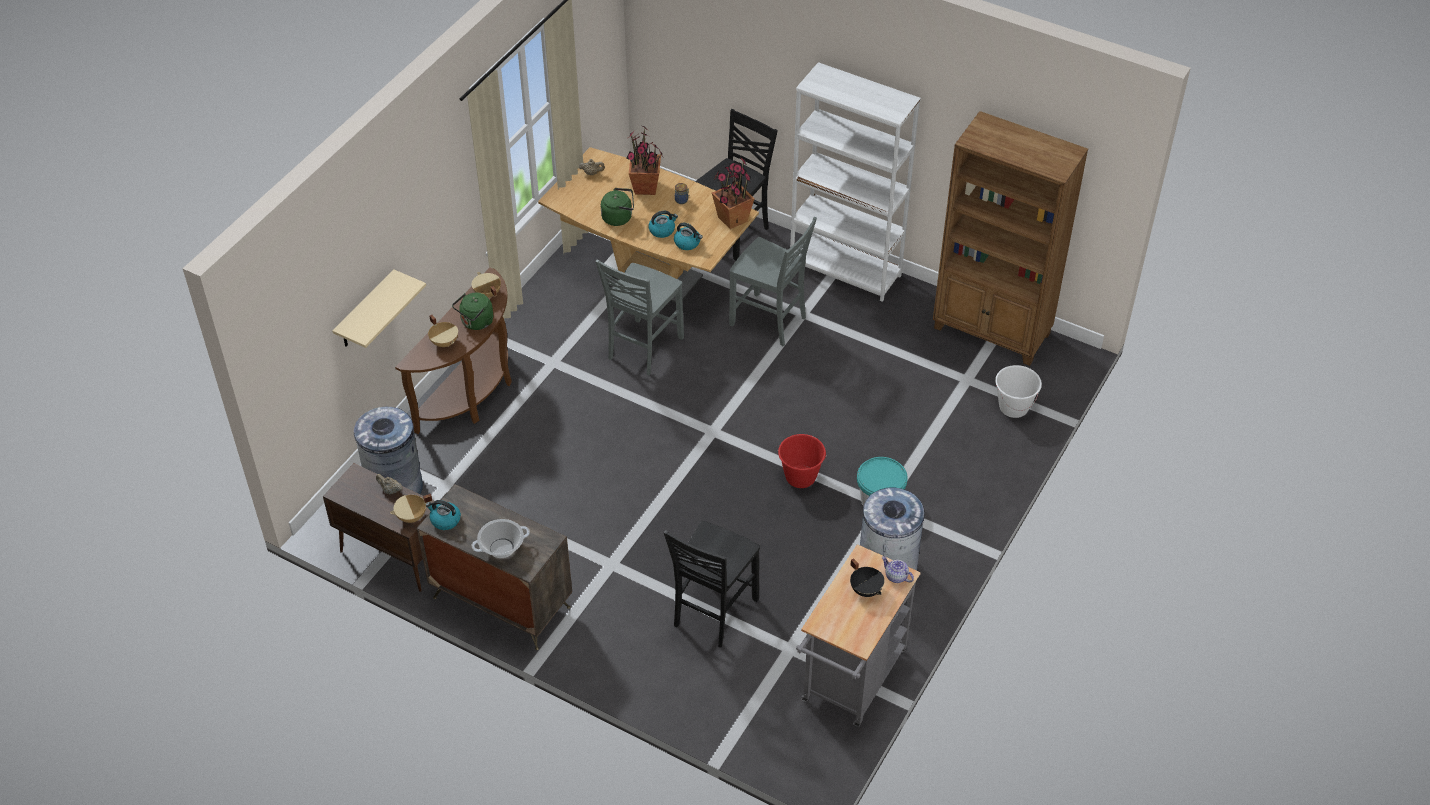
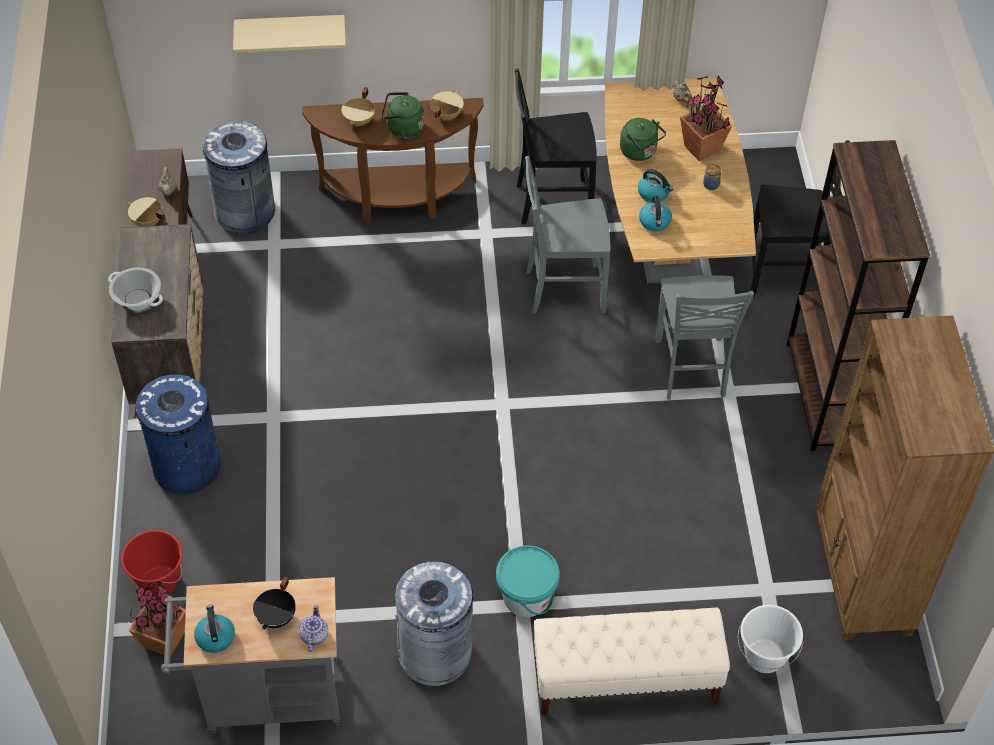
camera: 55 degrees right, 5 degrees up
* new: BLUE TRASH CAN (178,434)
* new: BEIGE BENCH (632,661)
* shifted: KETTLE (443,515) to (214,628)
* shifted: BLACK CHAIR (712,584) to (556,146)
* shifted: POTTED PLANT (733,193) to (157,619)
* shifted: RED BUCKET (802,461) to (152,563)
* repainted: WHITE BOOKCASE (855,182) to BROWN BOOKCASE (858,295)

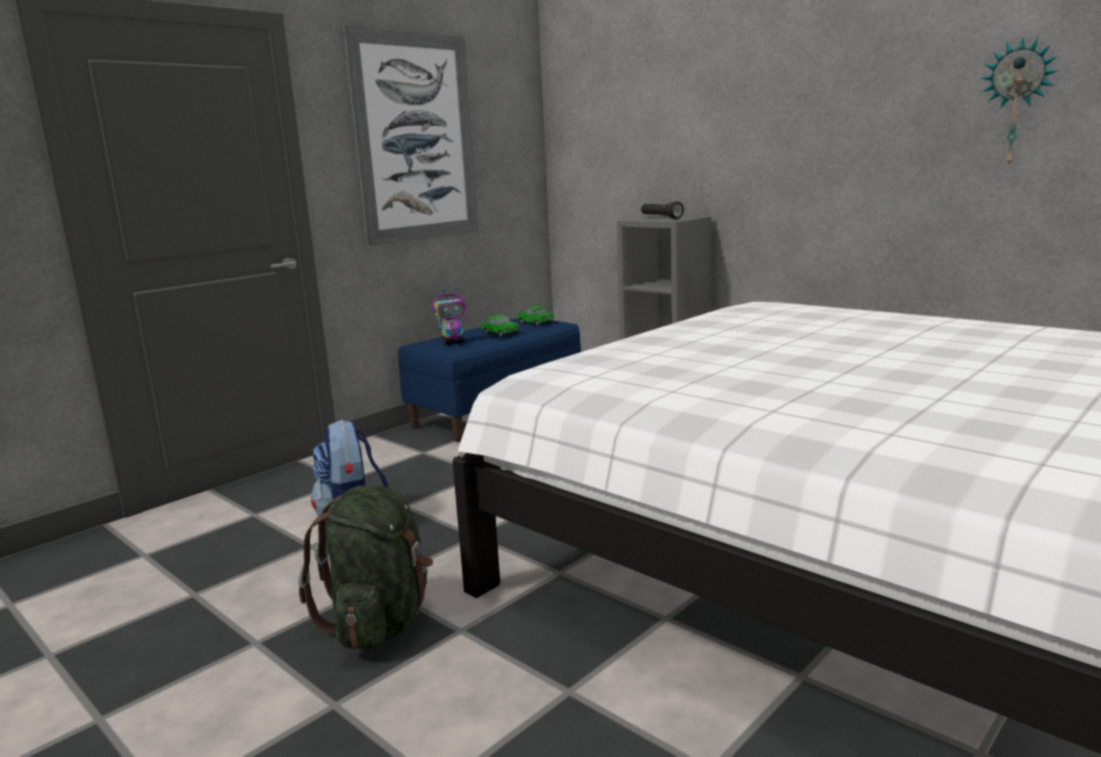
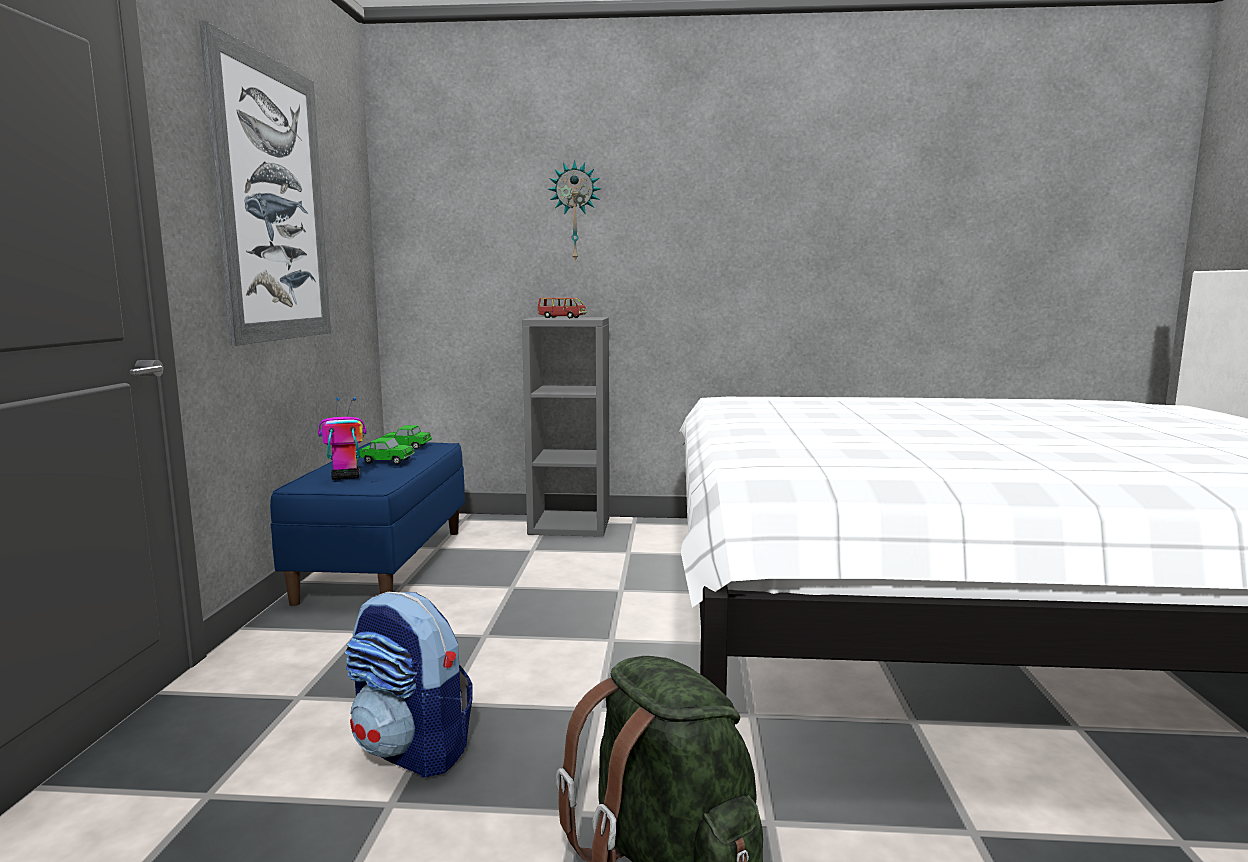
camera: 40 degrees left, 5 degrees down
* shifted: WALL CLOCK (1019,102) to (574,211)
* swapped: BLACK FLASHLIGHT (662,210) to RED TOY CAR (562,308)
* rotated: TOY ROBOT (449,316) = (342,438) 135 degrees counterclockwise

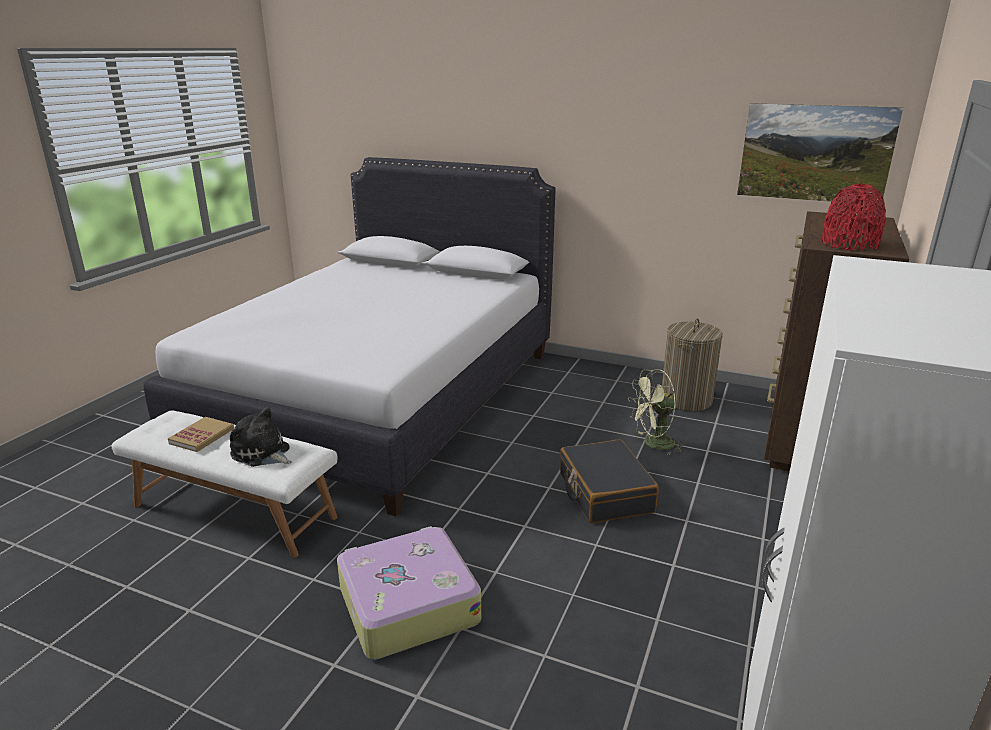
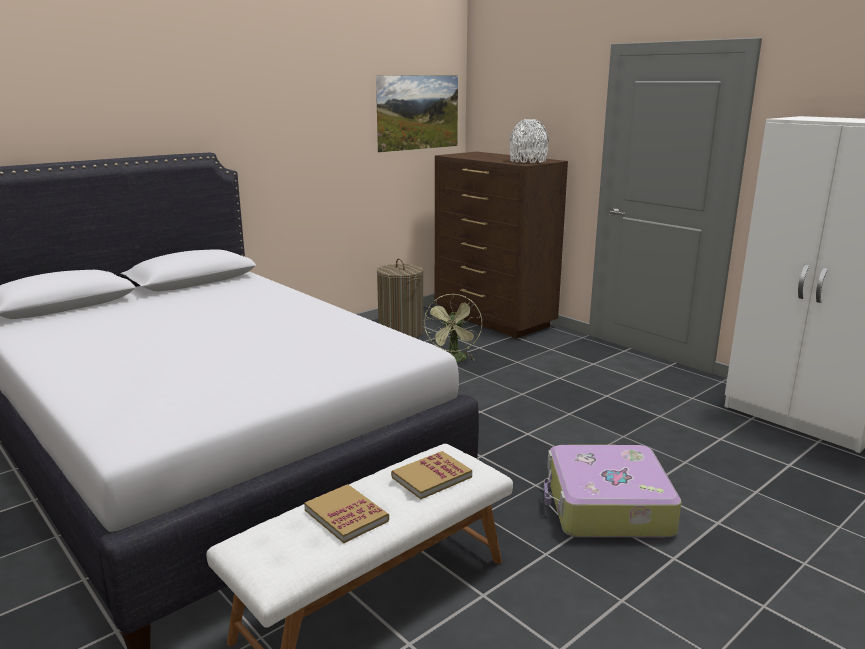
camera: 65 degrees left, 5 degrees down
* gone: BLACK SUITCASE (609,481)
* swapped: PLUSH TOY (261,437) to BOOK (431,475)
* repainted: RED VASE (854,217) to WHITE VASE (529,141)

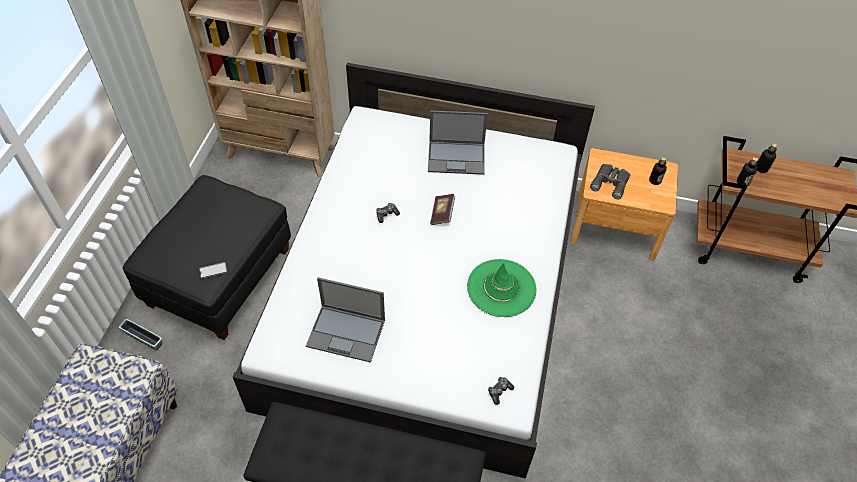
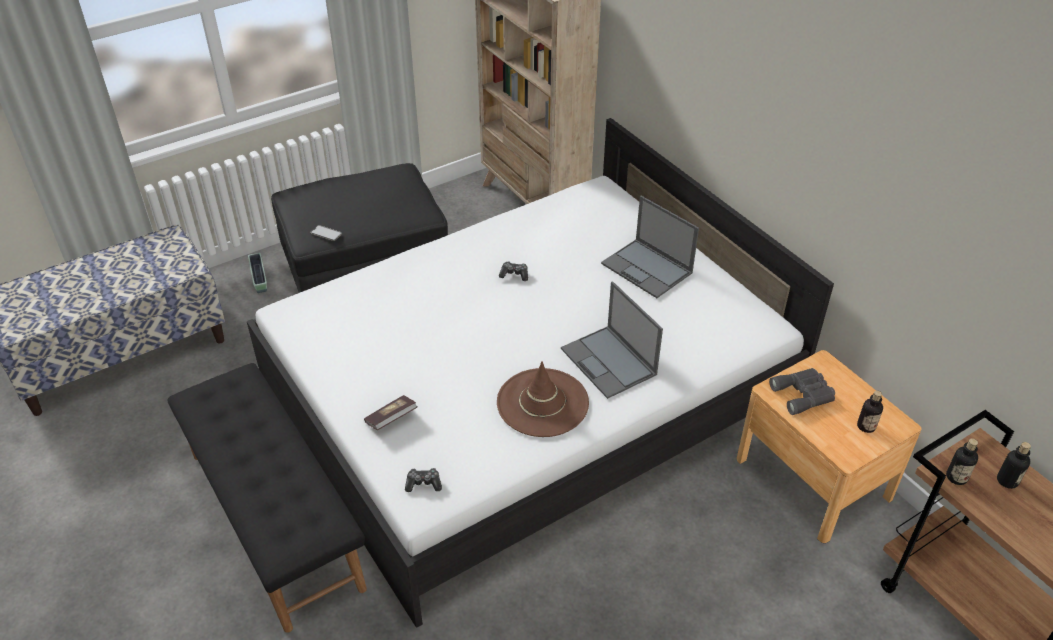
camera: 45 degrees right, 10 degrees down
* shifted: LAPTOP (345,320) to (612,340)
* shifted: BOOK (442,209) to (391,412)
* repainted: GREEN HAT (501,288) to BROWN HAT (543,399)

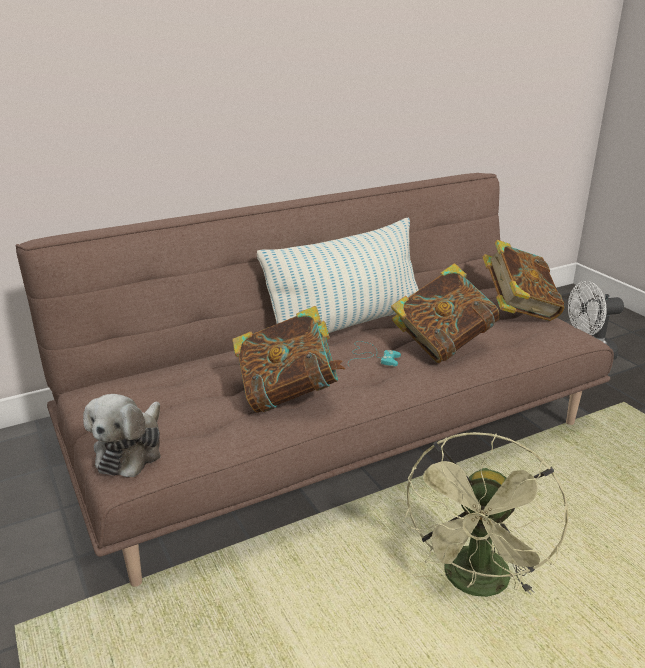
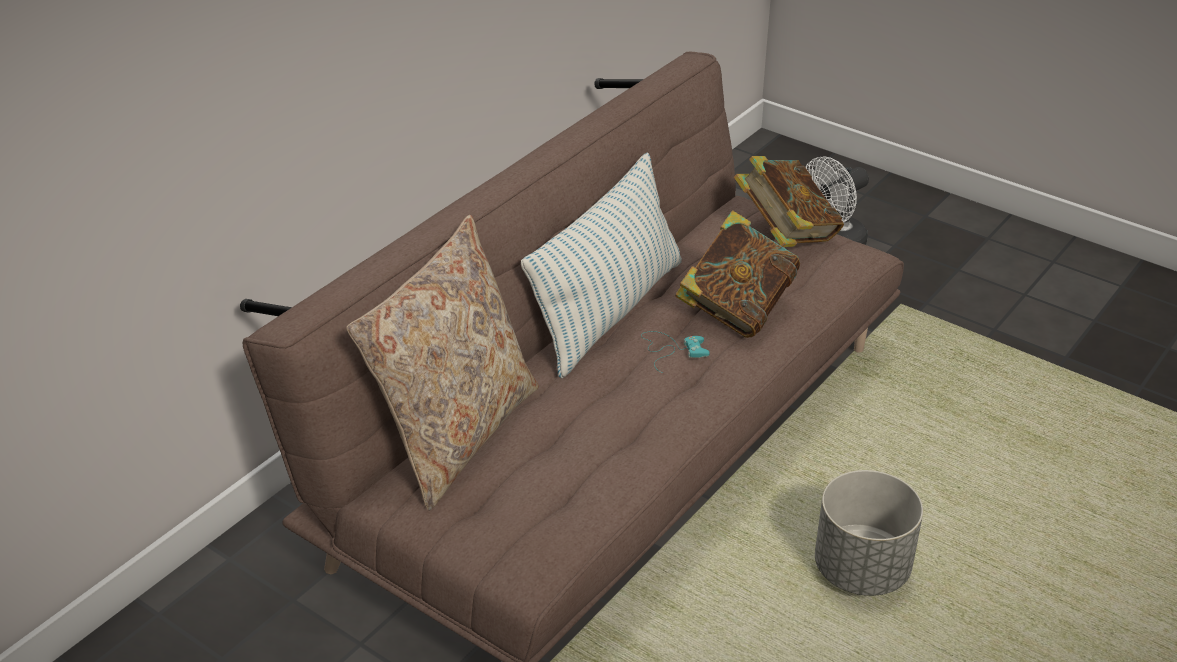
camera: 25 degrees left, 10 degrees up
* gone: PLUSH TOY (122,435)
* gone: BOOK (288,359)
* new: BEIGE PILLOW (442,362)
* swapped: GREEN FAN (485,514) to GREY PLANTER (869,533)

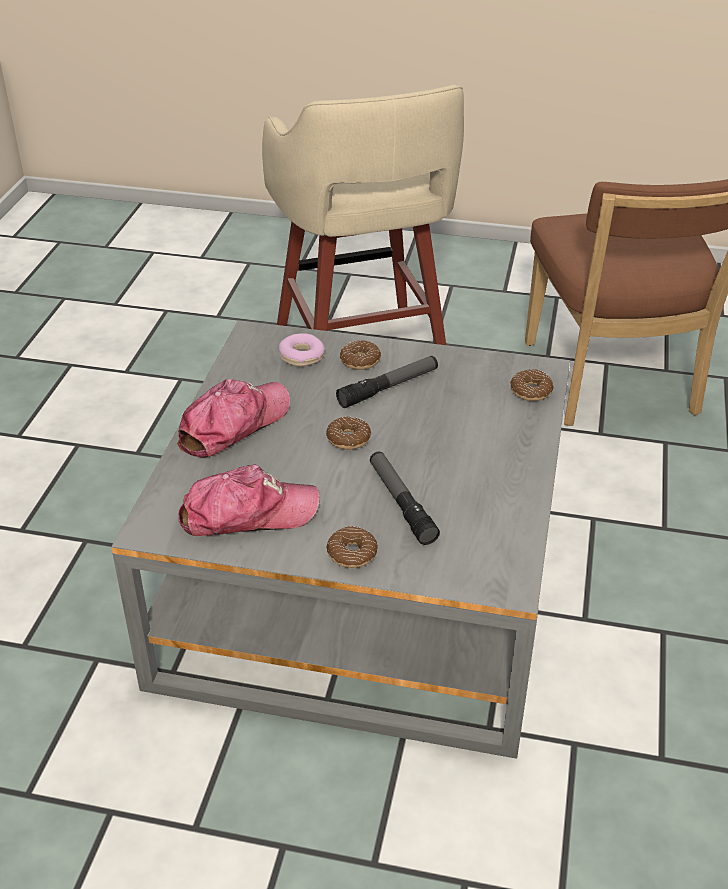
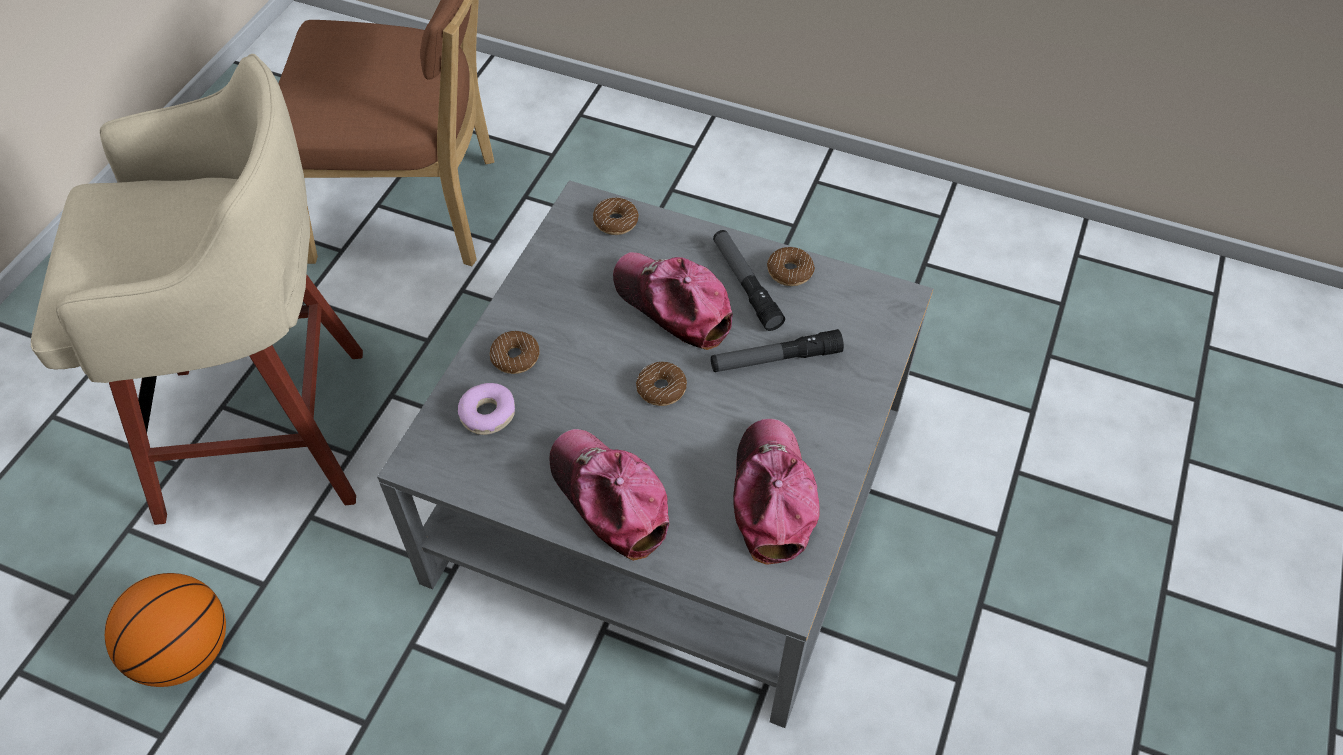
camera: 80 degrees left, 15 degrees up
* new: BASKETBALL (165,630)
* new: CAP (673,301)
* shifted: DONUT (352,547) to (791,266)
* shifted: FLASHLIGHT (387,382) to (749,280)

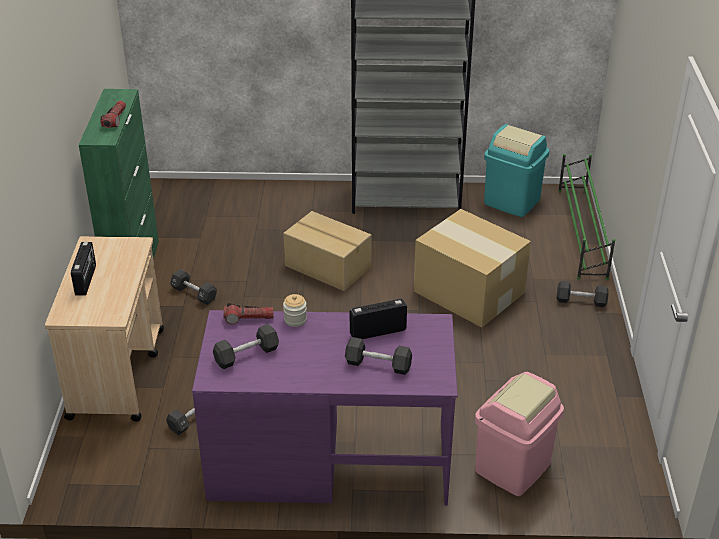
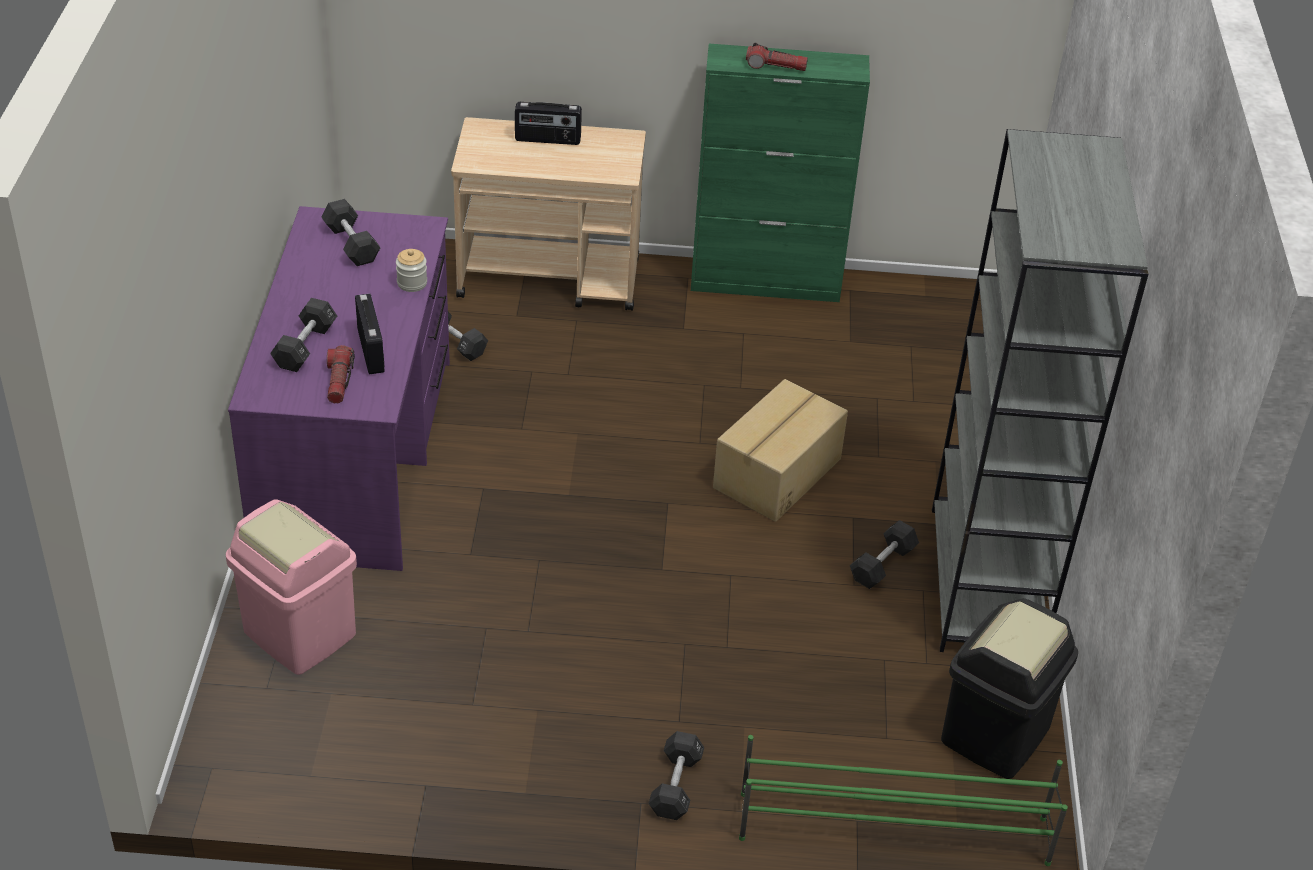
camera: 90 degrees right, 5 degrees up
* gone: CARDBOARD BOX (472,268)
* shifted: BLACK DUMBBELL (193,287) to (884,554)
* shifted: FLASHLIGHT (248,313) to (341,374)
* repainted: TURQUOISE TRASH CAN (517,170) to BLACK TRASH CAN (1009,688)

